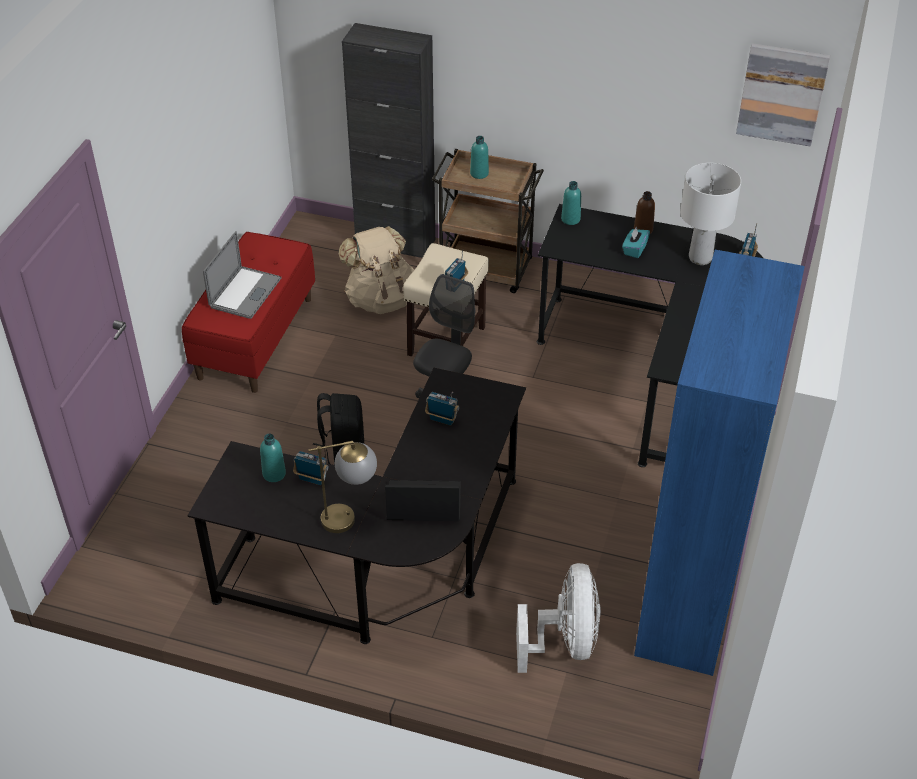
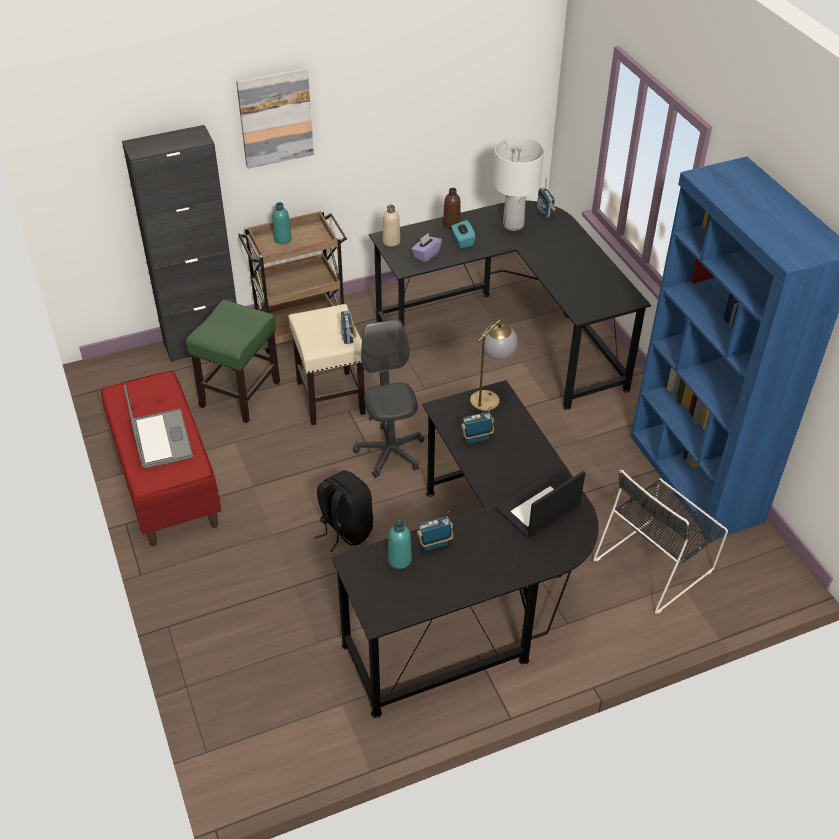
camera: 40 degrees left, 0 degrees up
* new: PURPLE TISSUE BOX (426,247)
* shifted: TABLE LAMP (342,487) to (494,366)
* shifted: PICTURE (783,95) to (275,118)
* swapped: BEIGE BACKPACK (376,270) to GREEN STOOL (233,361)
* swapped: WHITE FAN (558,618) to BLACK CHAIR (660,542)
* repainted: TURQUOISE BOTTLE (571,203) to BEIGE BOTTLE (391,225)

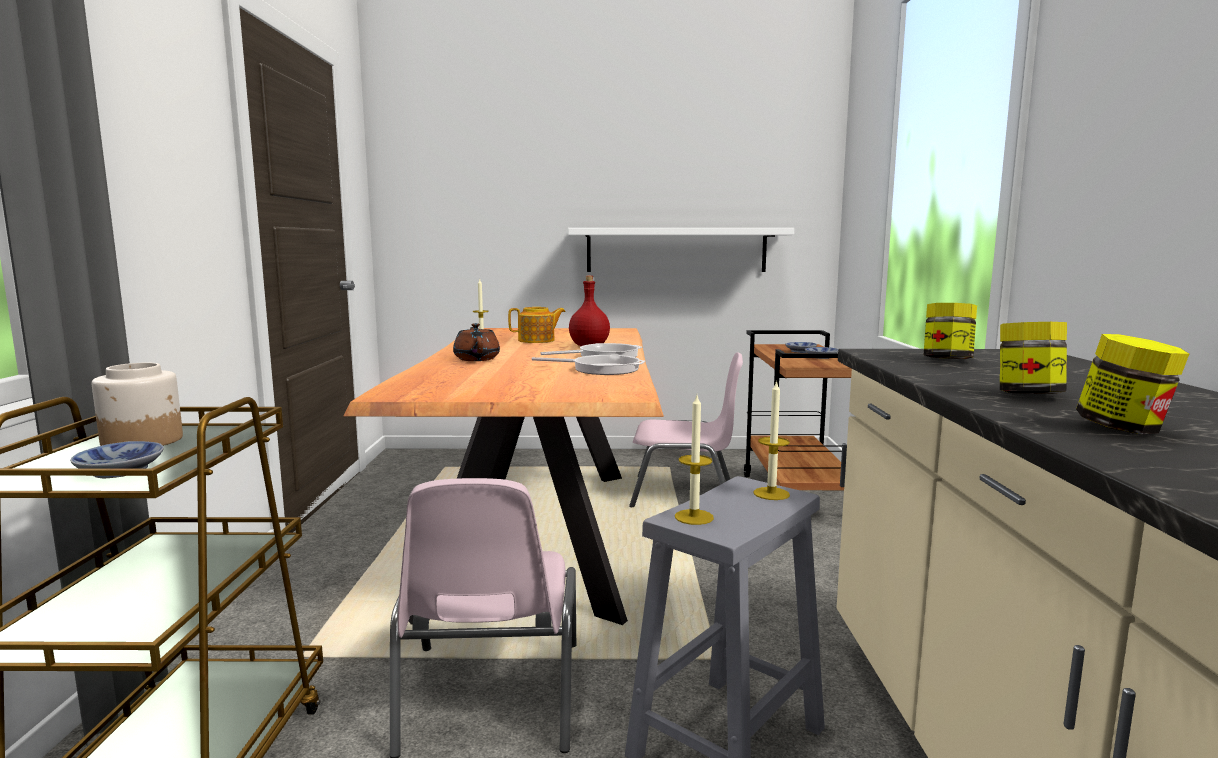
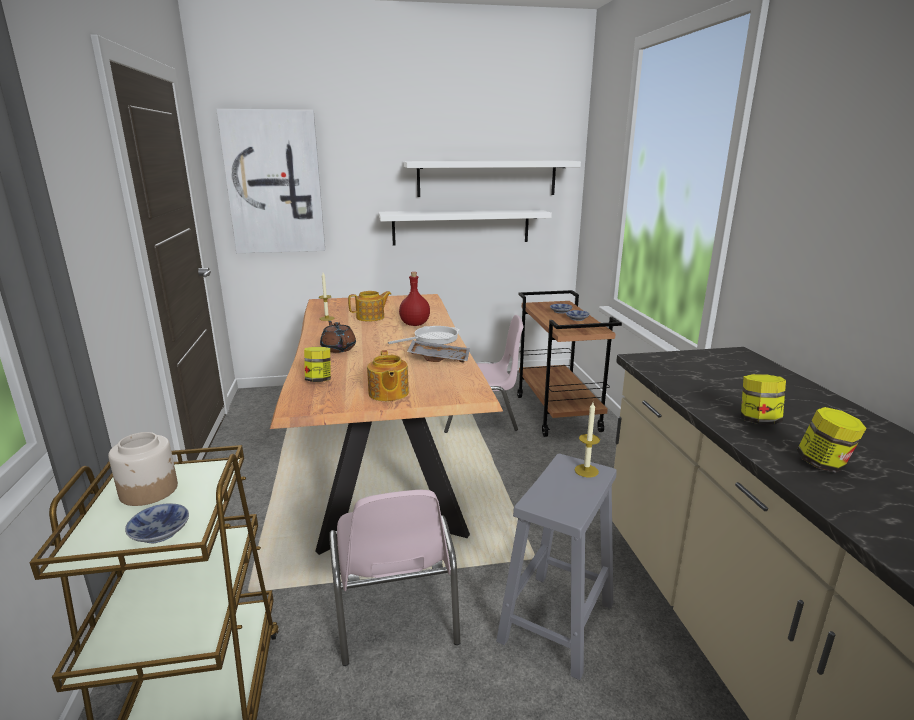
camera: 10 degrees left, 10 degrees up
* gone: CANDLE (694,460)
* new: PICTURE (270,181)
* new: TEAPOT (388,375)
* new: WHITE SHELF (492,179)
* shifted: JAR (950,331) to (317,364)
* swapped: FRYING PAN (588,365) to GREY TRAY (438,351)

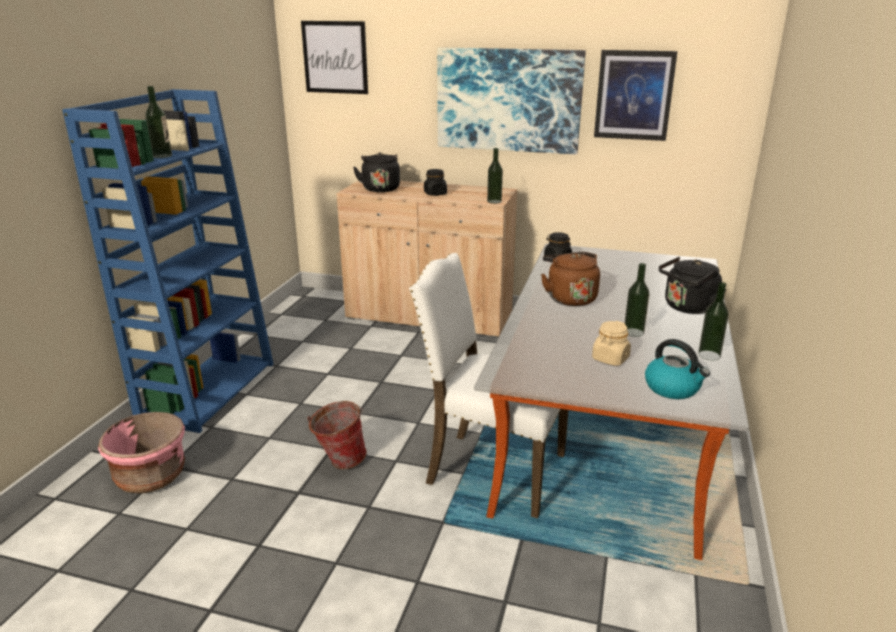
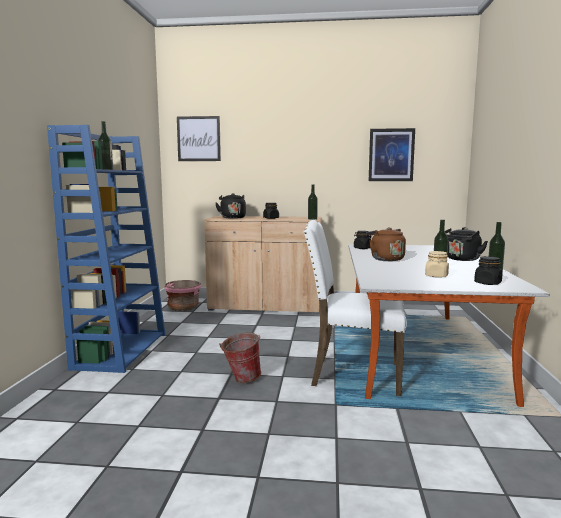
camera: 10 degrees left, 15 degrees down
* gone: PICTURE (511,101)
* shifted: PINK PLANTER (141,453) to (183,295)
* swapped: KETTLE (677,369) to BLACK JAR (488,270)

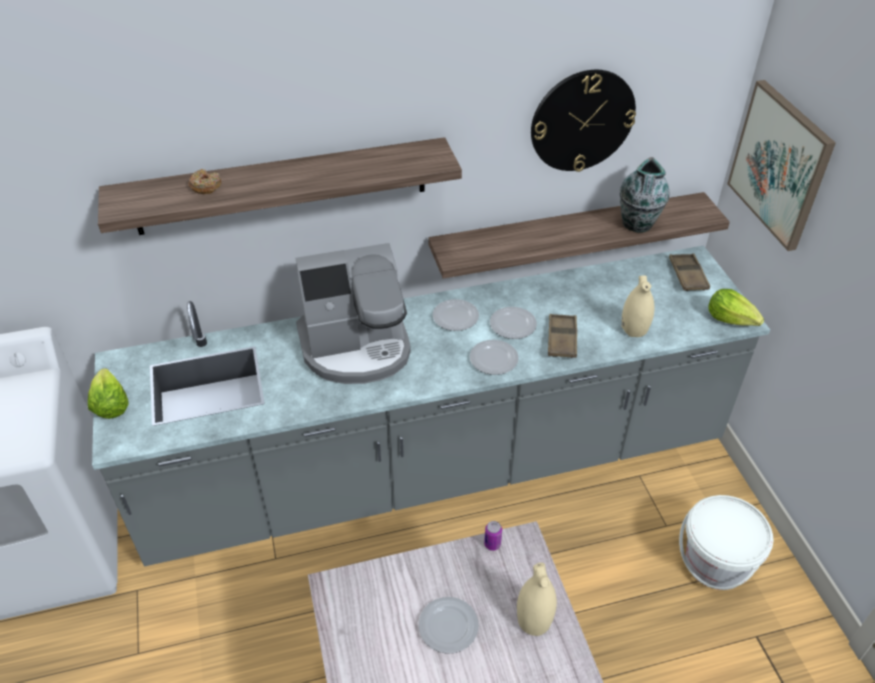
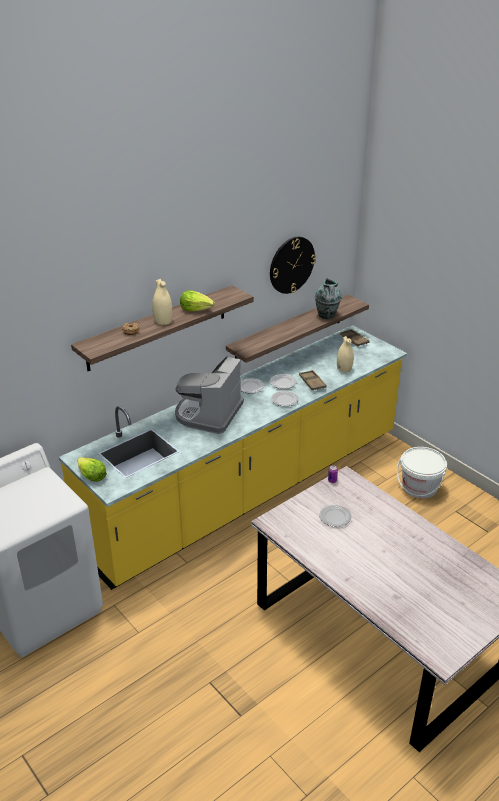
camera: 25 degrees left, 10 degrees down
* gone: PICTURE (781,165)
* shifted: BEIGE VASE (537,599) to (162,302)
* shifted: LETTUCE (736,307) to (197,300)
* repainted: GREY COUNTER (431,405) to YELLOW COUNTER (233,457)
* rotated: COFFEE MACHINE (353,313) = (209,395) 150 degrees clockwise

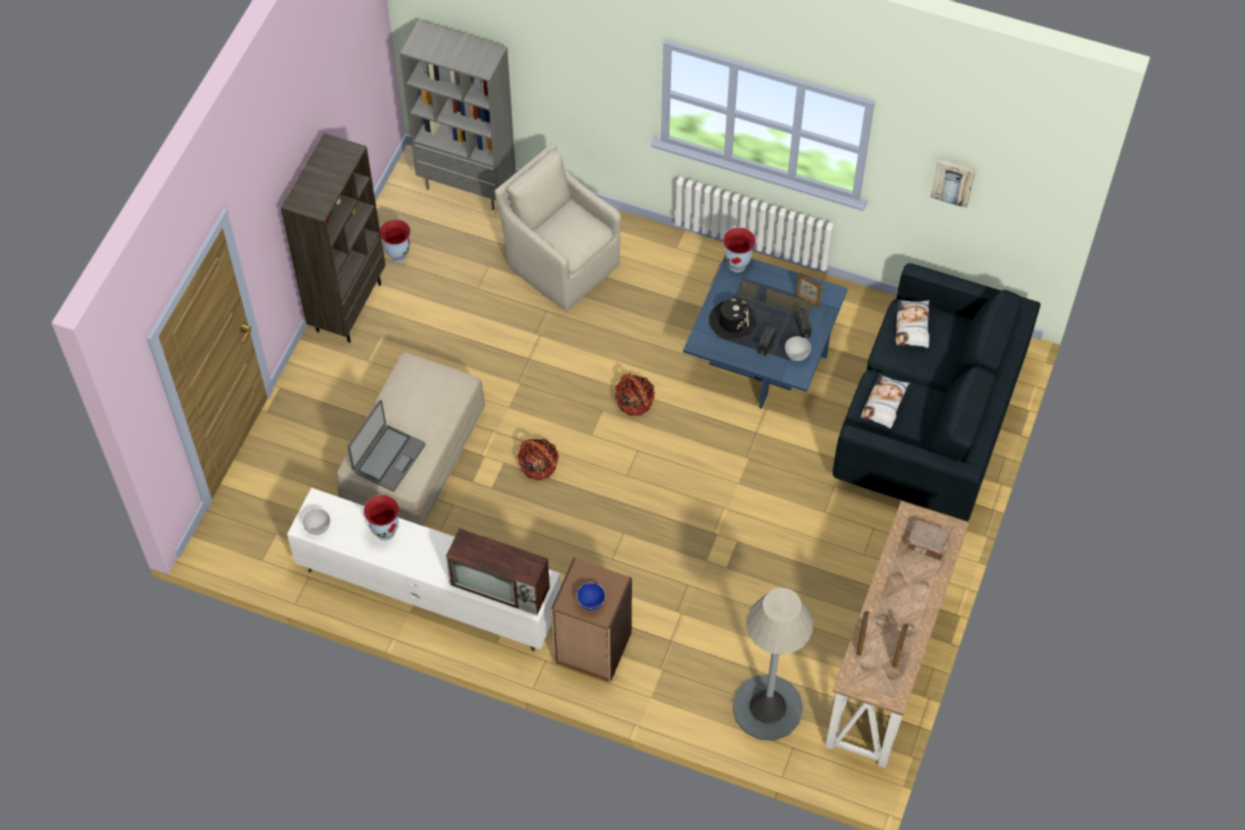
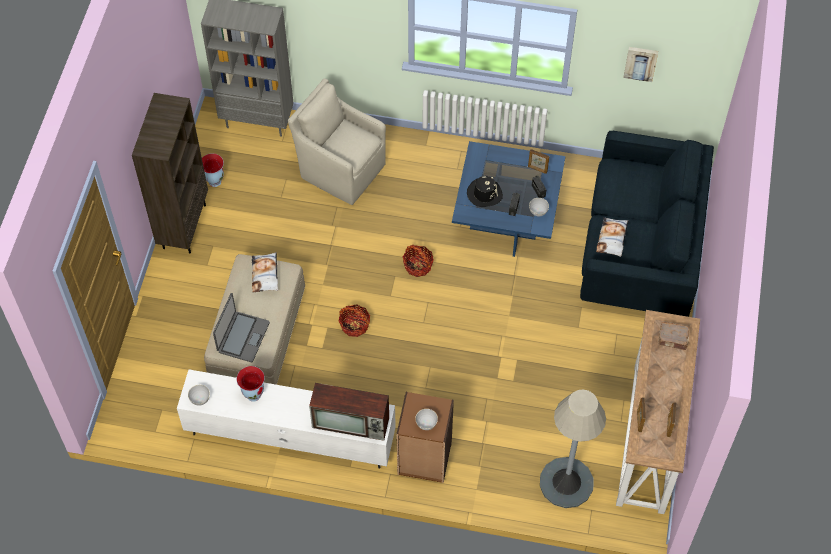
camera: 10 degrees left, 0 degrees up
* gone: VASE (739,249)
* shifted: PILLOW (913,324) to (265,272)
* repainted: BLUE BOWL (591,596) to GREY BOWL (426,419)

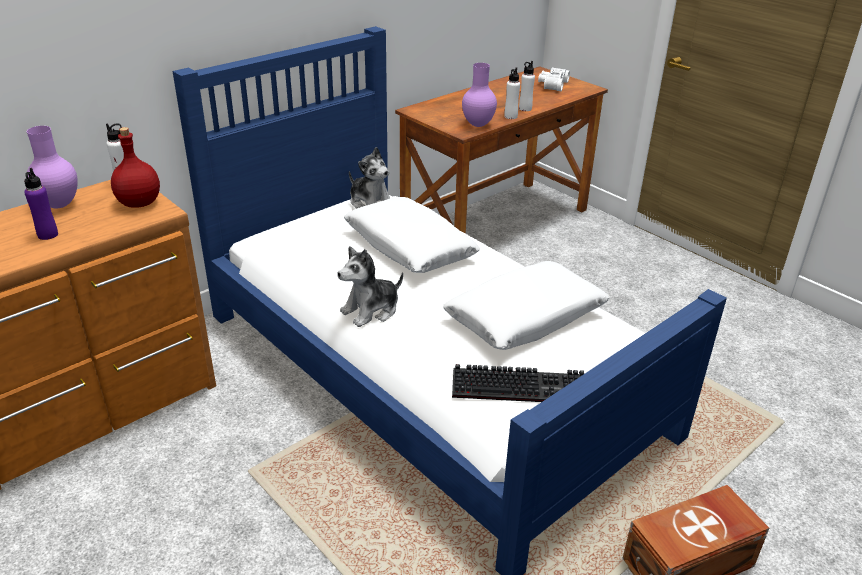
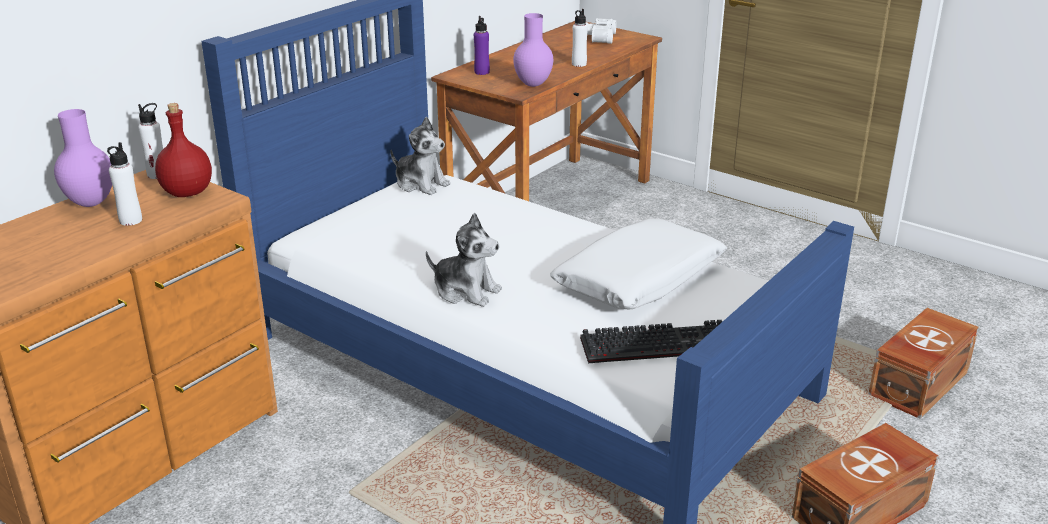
camera: 10 degrees left, 5 degrees down
* gone: WHITE PILLOW (412,235)
* new: BROWN STORAGE BOX (924,363)
* shifted: PURPLE BOTTLE (41,204) to (482,45)
* shifted: WHITE BOTTLE (512,93) to (124,184)
* rotated: PLUSH TOY (370,286) = (464,260) 105 degrees counterclockwise

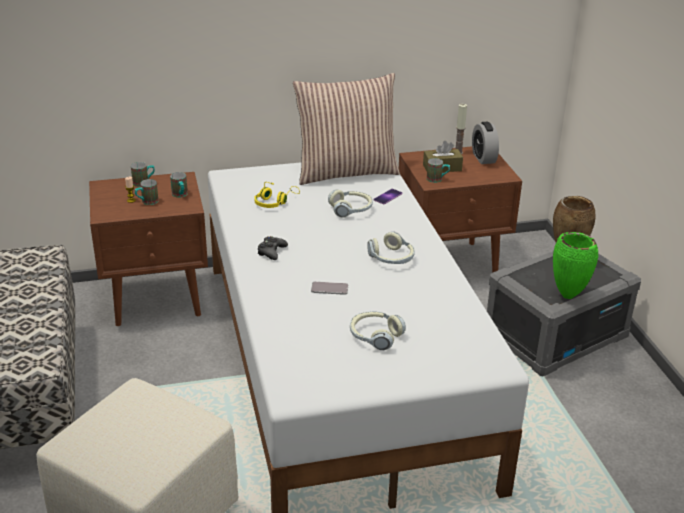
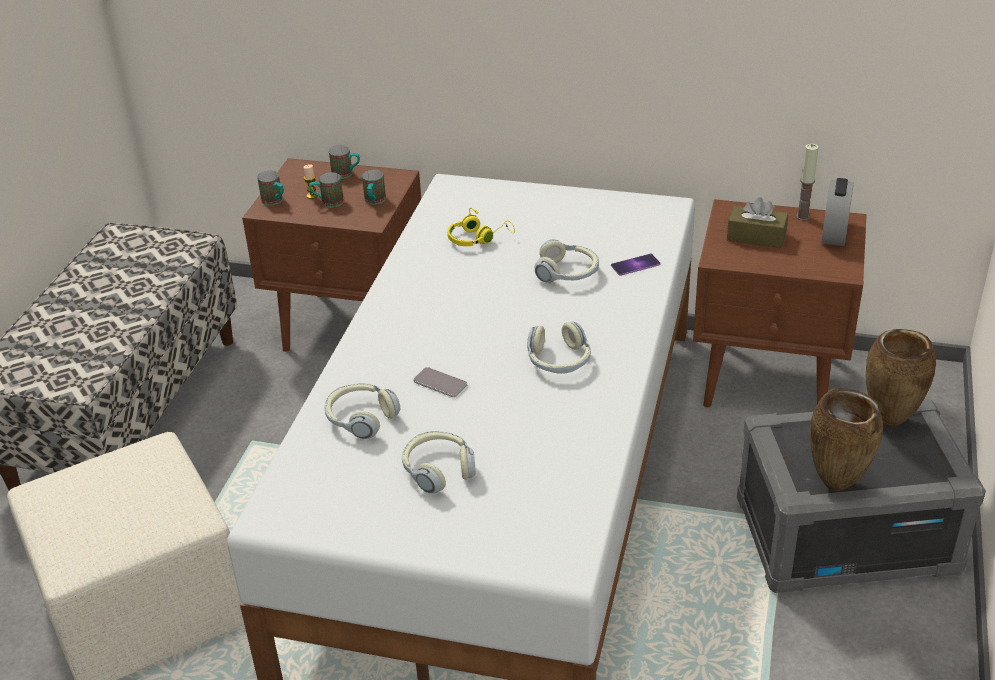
camera: 30 degrees right, 5 degrees up
* gone: BLACK GAME CONTROLLER (272,248)
* gone: PILLOW (346,129)
* new: HEADPHONES (362,411)
* shifted: MUG (438,170) to (270,188)
* repainted: GREEN VASE (575,265) to BROWN VASE (846,439)

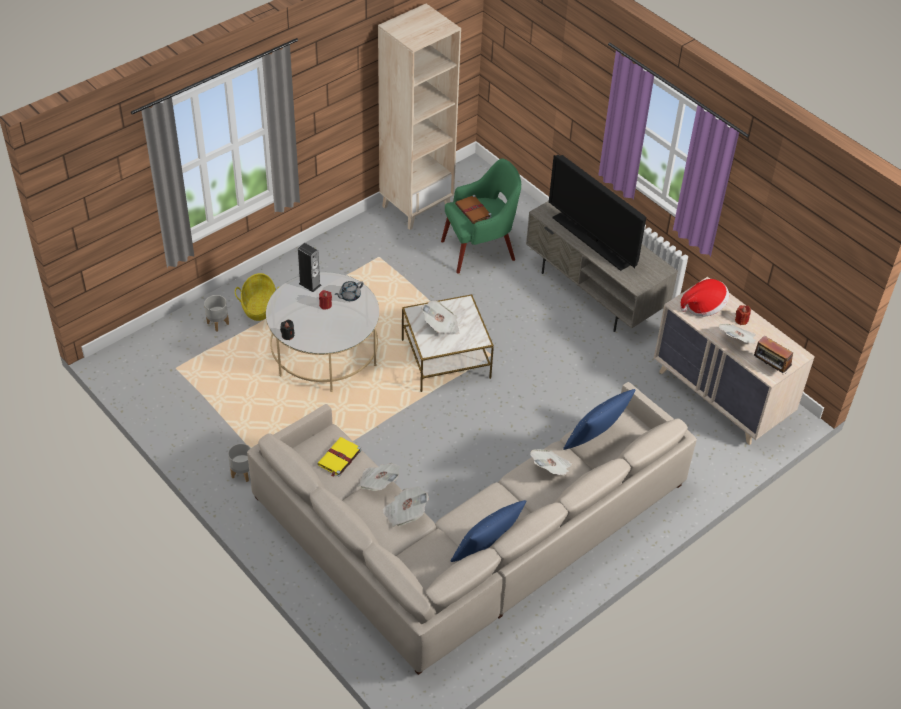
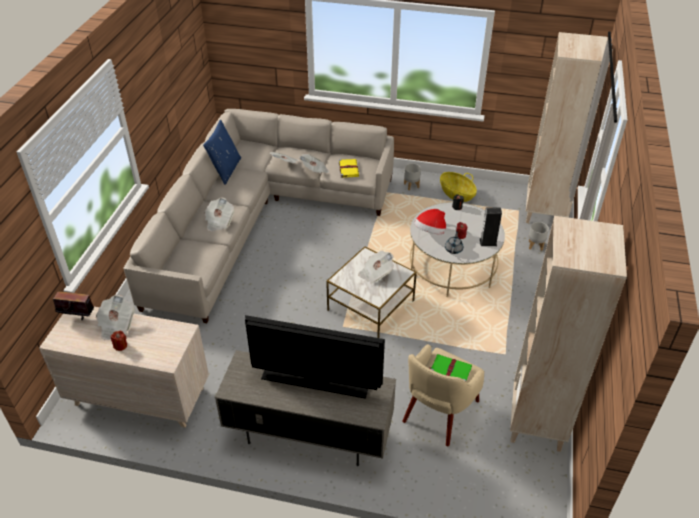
camera: 145 degrees right, 5 degrees down
* gone: BLUE PILLOW (599,419)
* new: BEIGE BOOKCASE (567,127)
* shifted: BASKET (257,297) to (458,187)
* shifted: HAT (704,298) to (430,221)
* repainted: GREEN ARMCHAIR (481,216) to BEIGE ARMCHAIR (443,395)
* repainted: BROWN BOOK (473,209) to GREEN BOOK (450,368)

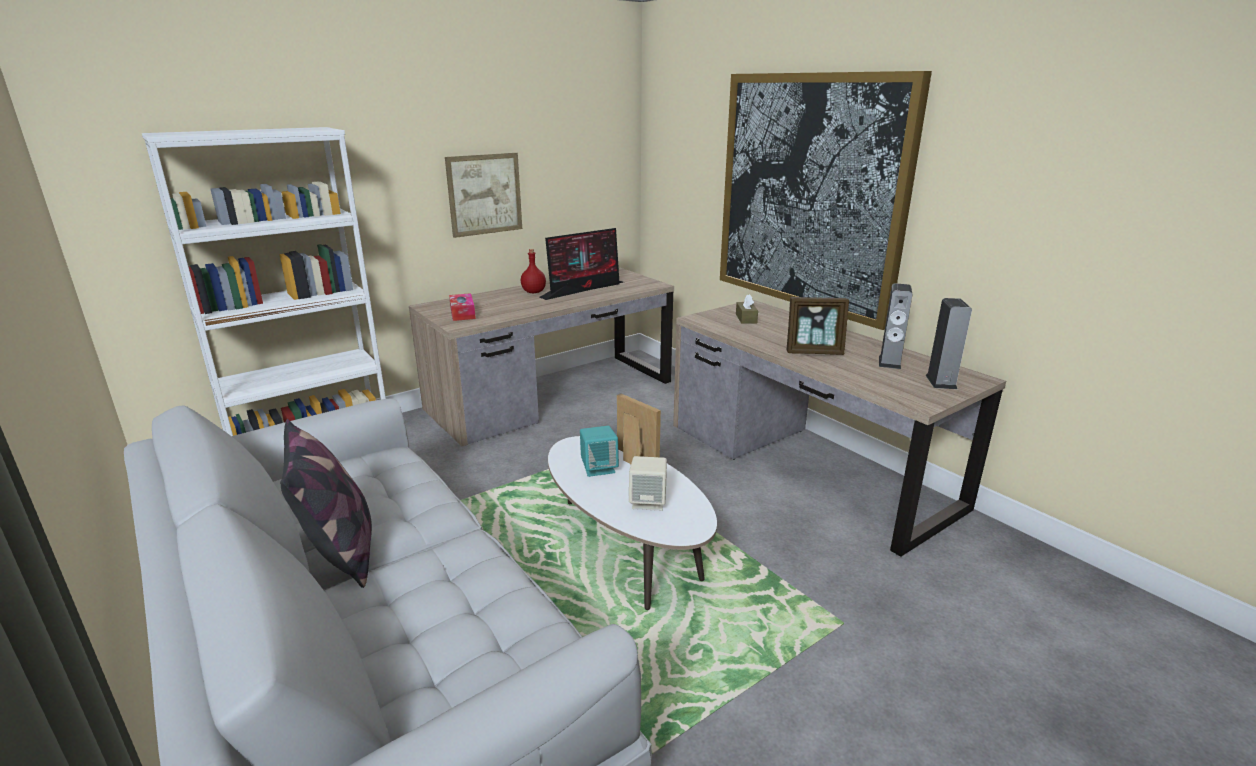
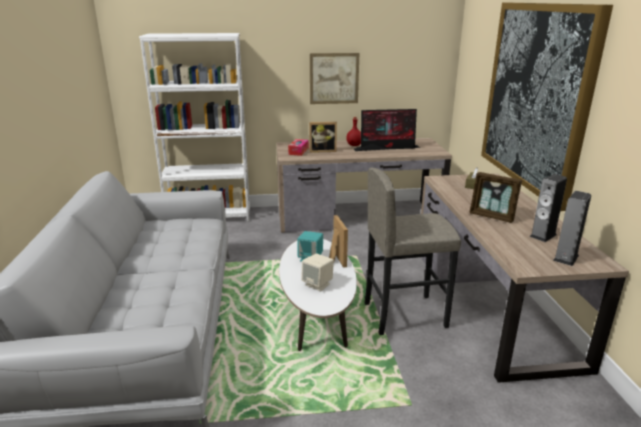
camera: 30 degrees right, 0 degrees up
* gone: PILLOW (326,503)
* new: PICTURE FRAME (323,137)
* new: GREY STOOL (413,251)

